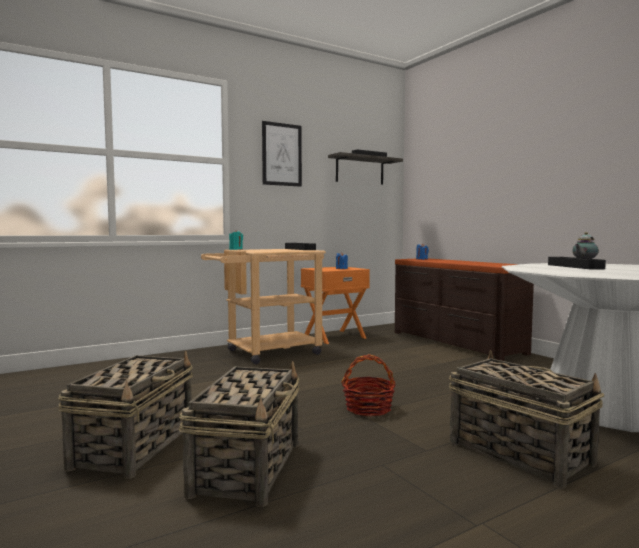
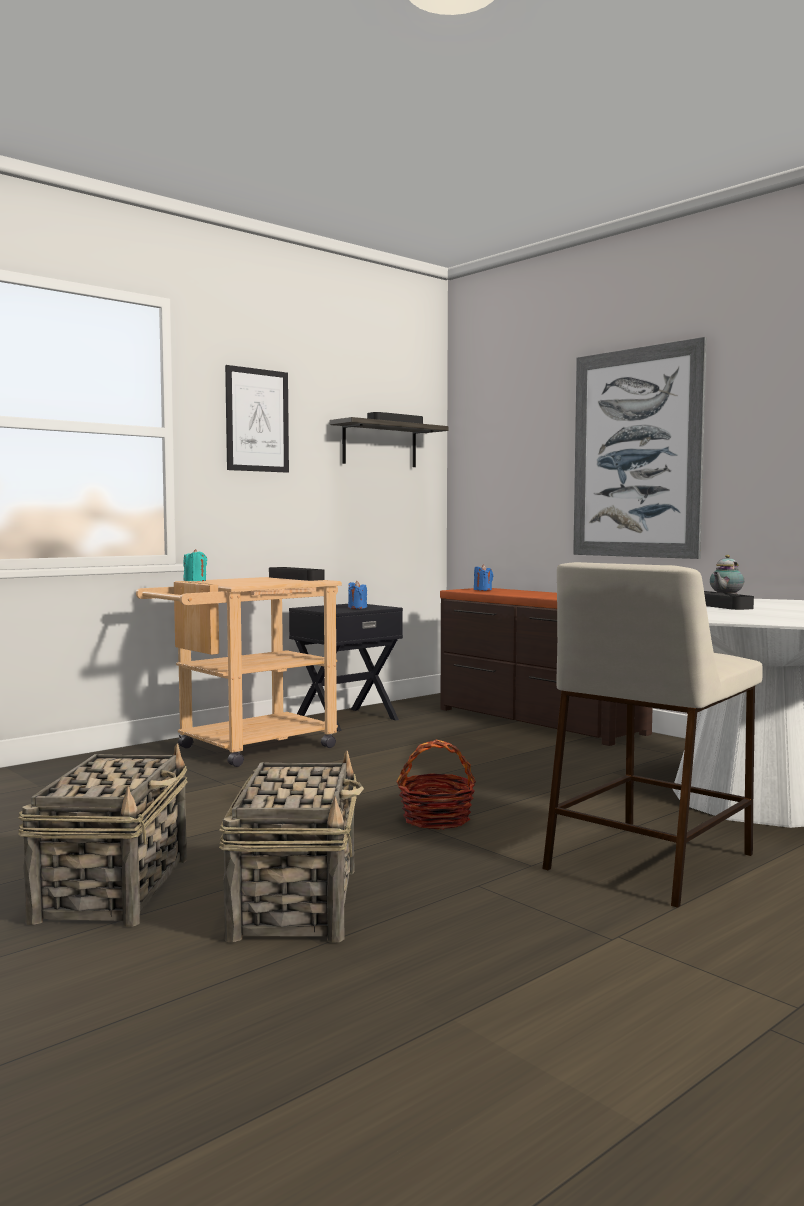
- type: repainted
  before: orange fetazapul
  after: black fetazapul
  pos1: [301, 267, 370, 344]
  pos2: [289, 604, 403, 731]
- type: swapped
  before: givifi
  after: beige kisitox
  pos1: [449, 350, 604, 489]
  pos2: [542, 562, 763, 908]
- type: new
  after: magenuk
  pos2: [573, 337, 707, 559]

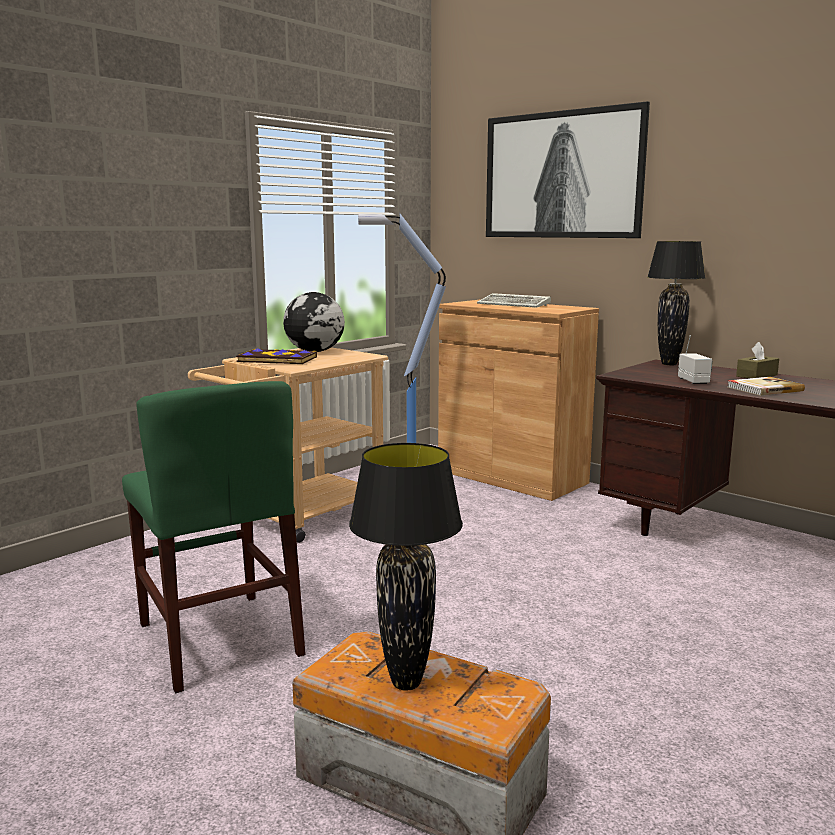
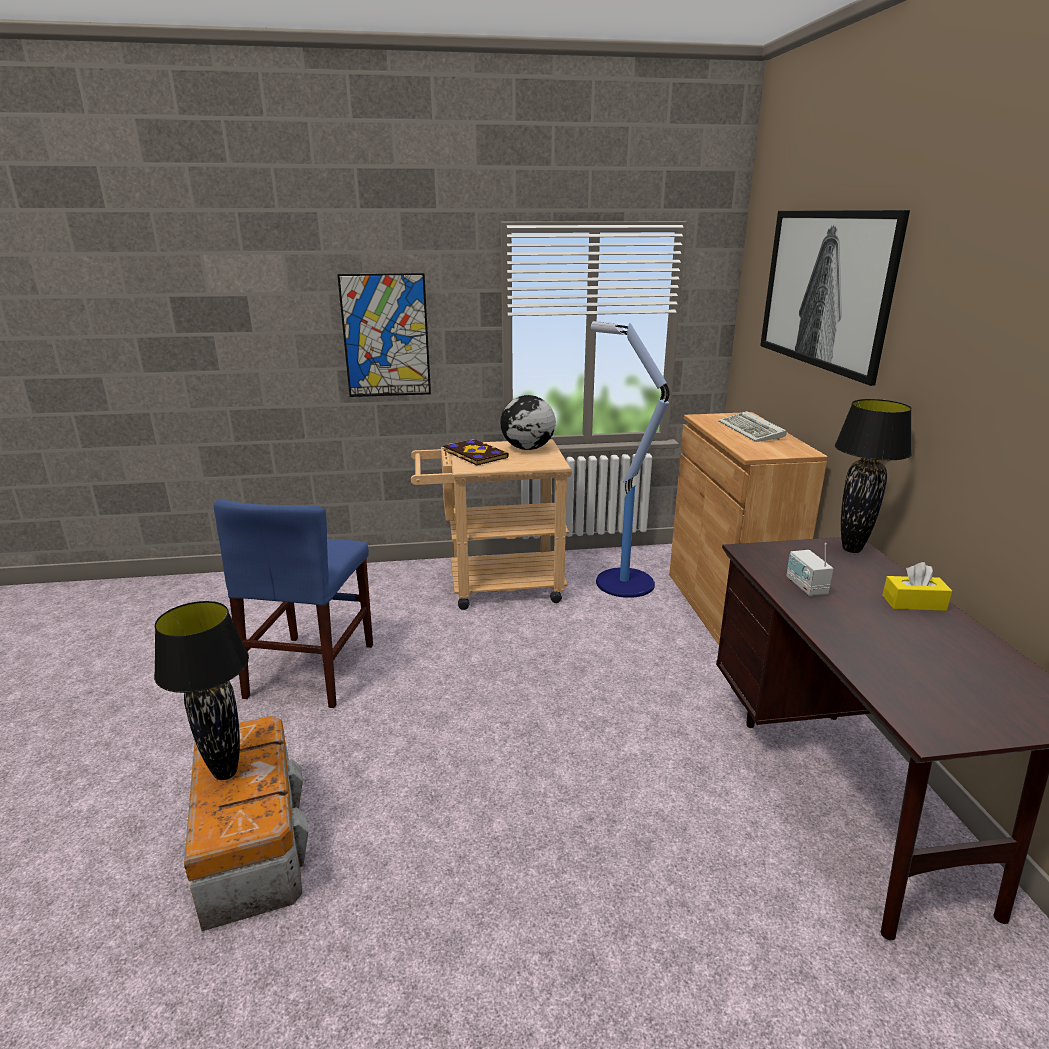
- type: repainted
  before: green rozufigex
  after: blue rozufigex
  pos1: [122, 381, 306, 693]
  pos2: [214, 499, 373, 708]
- type: rotated
  before: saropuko
  pos1: [678, 335, 712, 384]
  pos2: [786, 543, 834, 596]
  turn: 135
- type: gone
  before: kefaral
  pos1: [728, 377, 805, 396]
- type: repainted
  before: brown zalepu
  after: yellow zalepu
  pos1: [736, 342, 779, 379]
  pos2: [882, 562, 952, 611]
- type: new
  after: magenuk
  pos2: [337, 273, 431, 397]

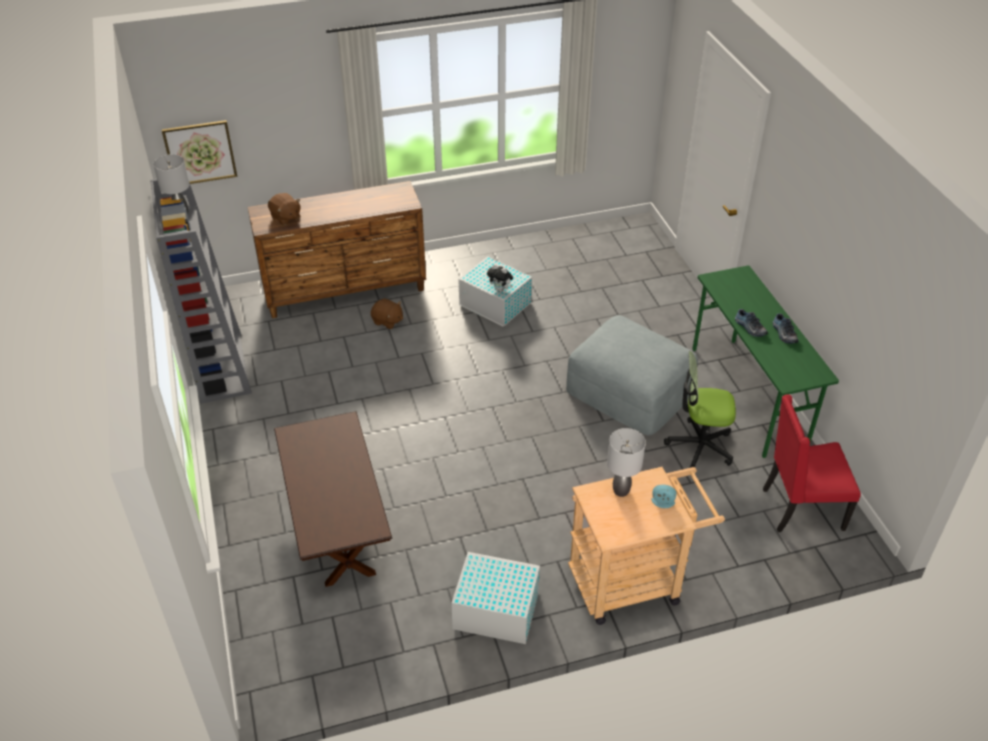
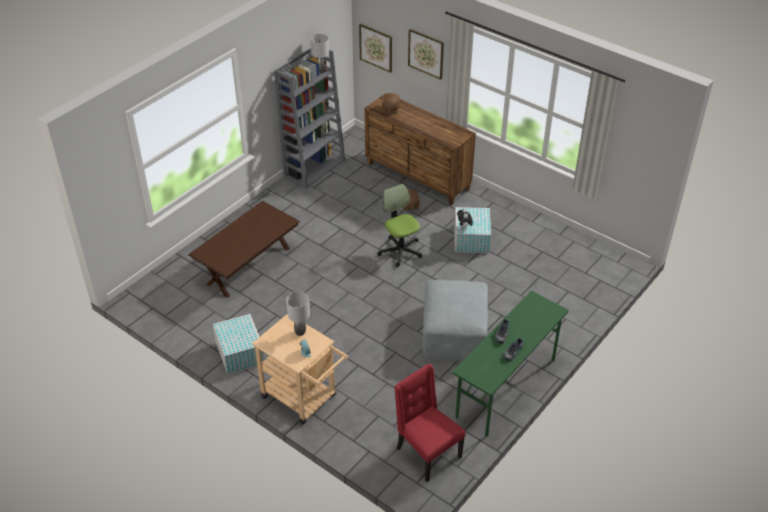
- type: shifted
  before: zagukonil
  pos1: [664, 351, 736, 468]
  pos2: [377, 184, 422, 267]
- type: new
  after: magenuk
  pos2: [408, 29, 444, 80]

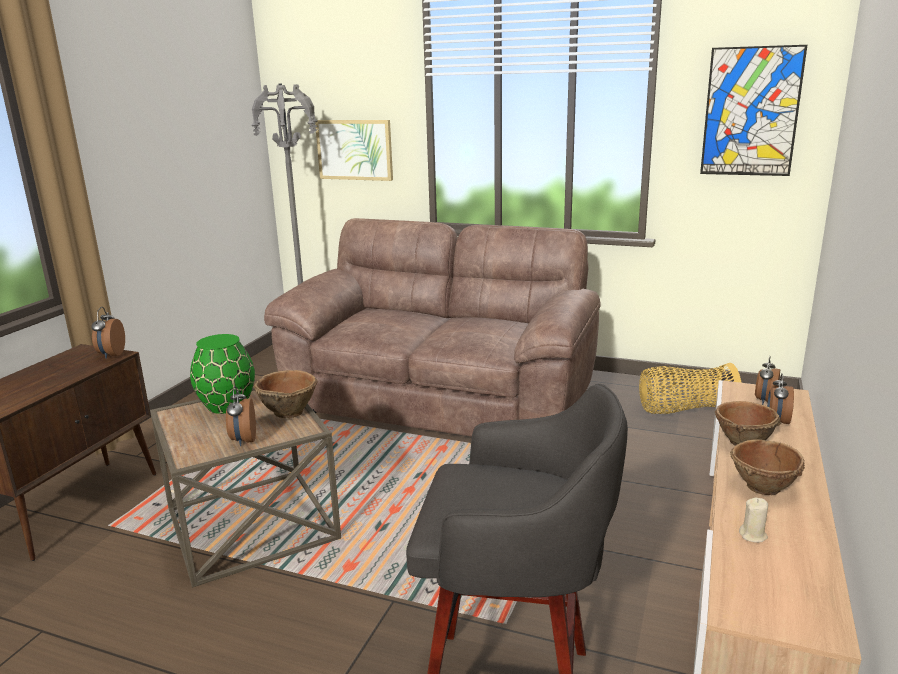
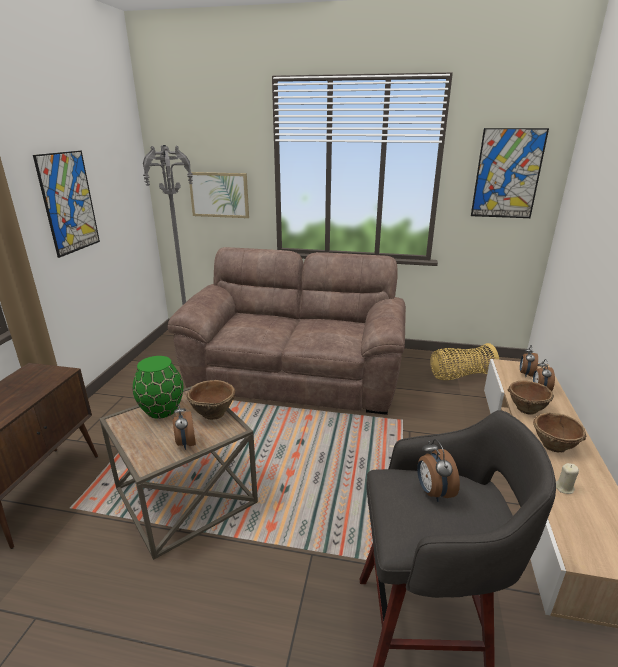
- type: shifted
  before: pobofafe
  pos1: [91, 307, 125, 359]
  pos2: [417, 439, 460, 502]
- type: new
  after: magenuk
  pos2: [33, 151, 100, 258]

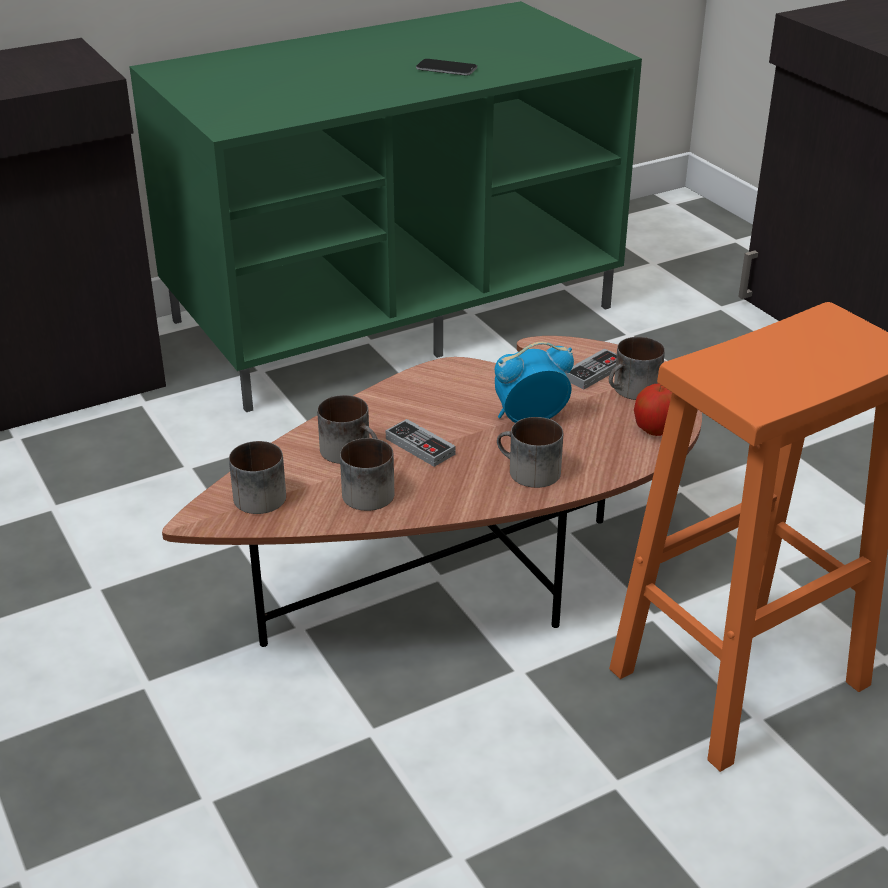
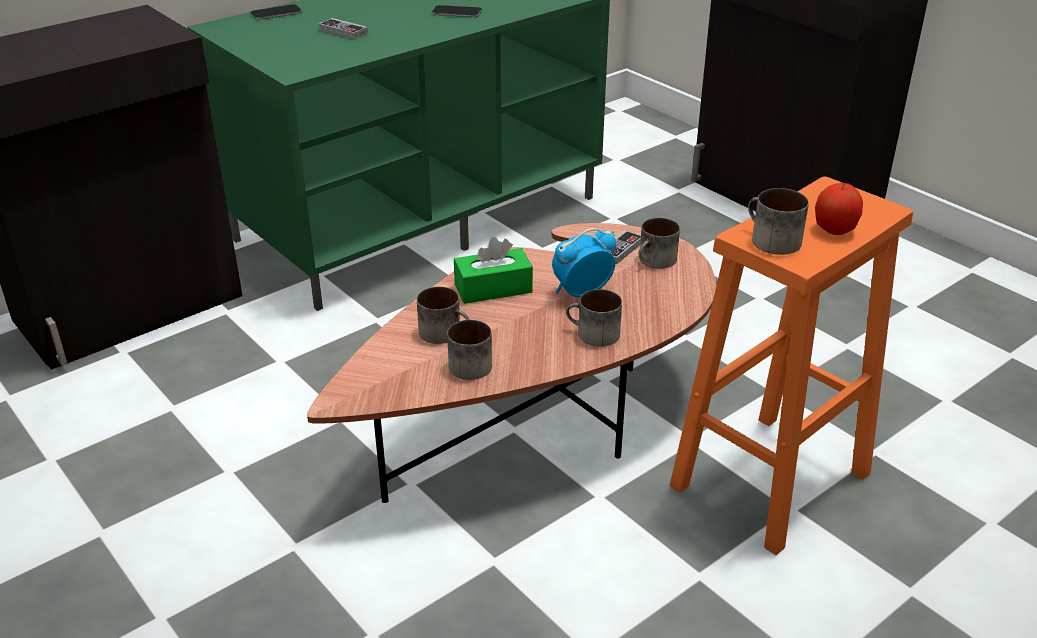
- type: shifted
  before: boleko
  pos1: [229, 441, 286, 514]
  pos2: [748, 188, 809, 255]
- type: shifted
  before: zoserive
  pos1: [386, 419, 456, 467]
  pos2: [319, 18, 368, 40]
- type: shifted
  before: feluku
  pos1: [634, 383, 672, 436]
  pos2: [815, 183, 863, 235]
- type: new
  after: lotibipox
  pos2: [251, 4, 302, 20]
- type: new
  after: green zalepu
  pos2: [454, 237, 533, 304]

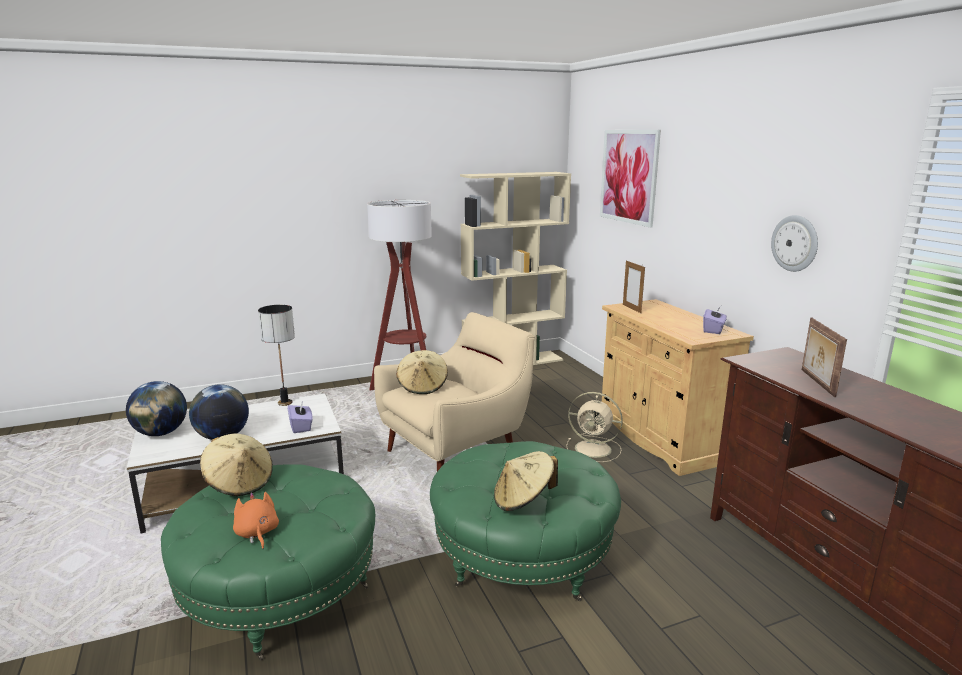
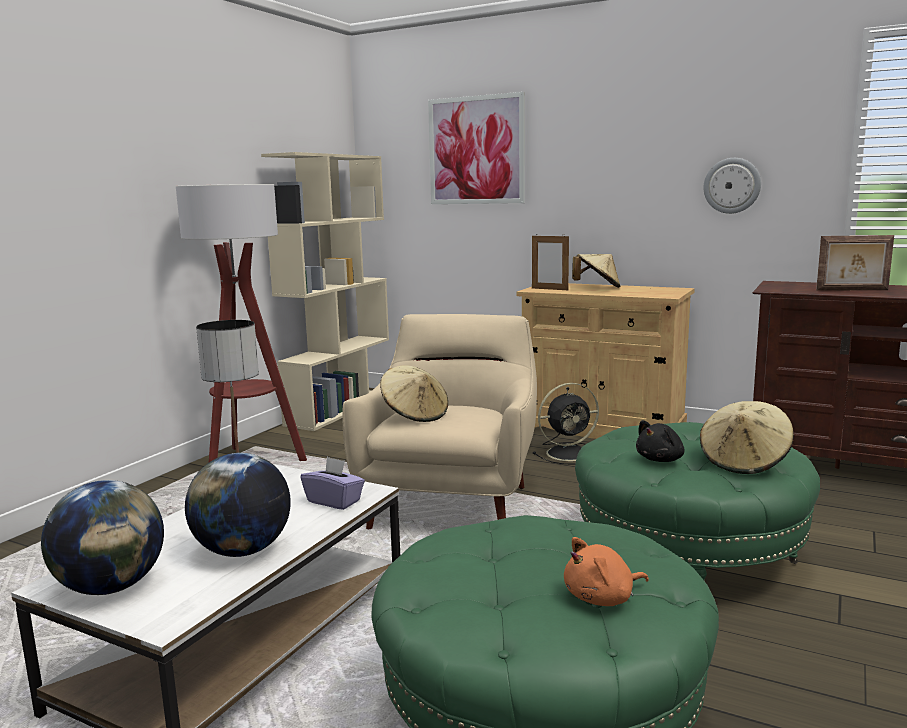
- type: shifted
  before: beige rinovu
  pos1: [200, 433, 273, 496]
  pos2: [572, 254, 620, 288]
- type: rotated
  before: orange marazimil
  pos1: [233, 492, 279, 549]
  pos2: [564, 537, 649, 606]
  turn: -45
- type: repainted
  before: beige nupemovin
  after: black nupemovin
  pos1: [566, 392, 623, 462]
  pos2: [532, 383, 599, 464]
- type: gone
  before: purple zalepu
  pos1: [703, 306, 727, 334]
- type: rotated
  before: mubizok
  pos1: [802, 317, 847, 397]
  pos2: [816, 235, 894, 291]
  turn: -45
- type: new
  after: black marazimil
  pos2: [636, 420, 685, 462]

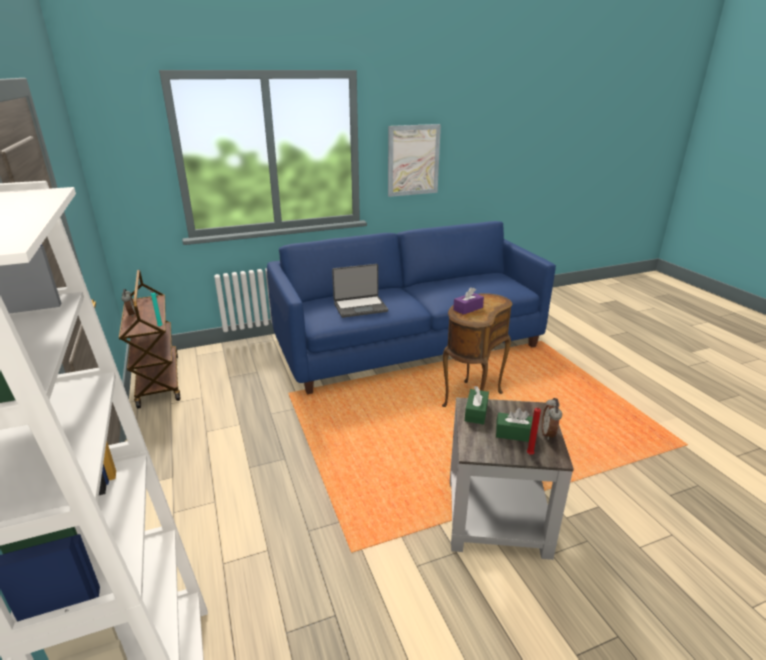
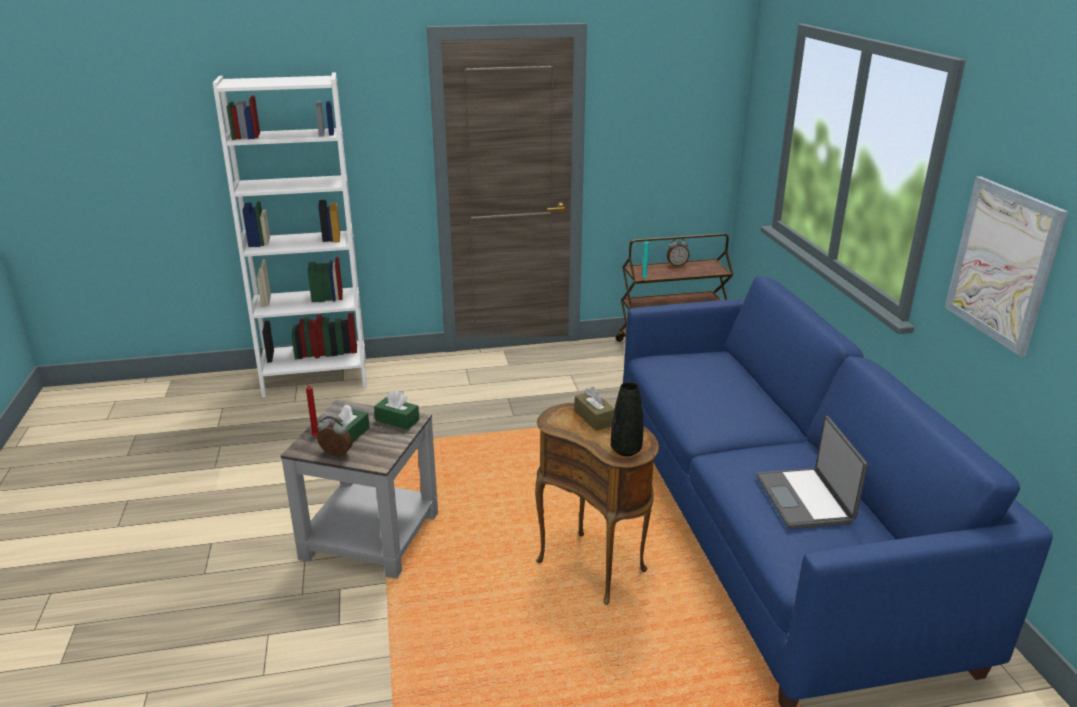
- type: shifted
  before: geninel
  pos1: [332, 264, 388, 318]
  pos2: [756, 416, 868, 529]
- type: repainted
  before: purple zalepu
  after: brown zalepu
  pos1: [453, 287, 484, 315]
  pos2: [575, 387, 614, 431]
- type: new
  after: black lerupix
  pos2: [611, 382, 643, 456]

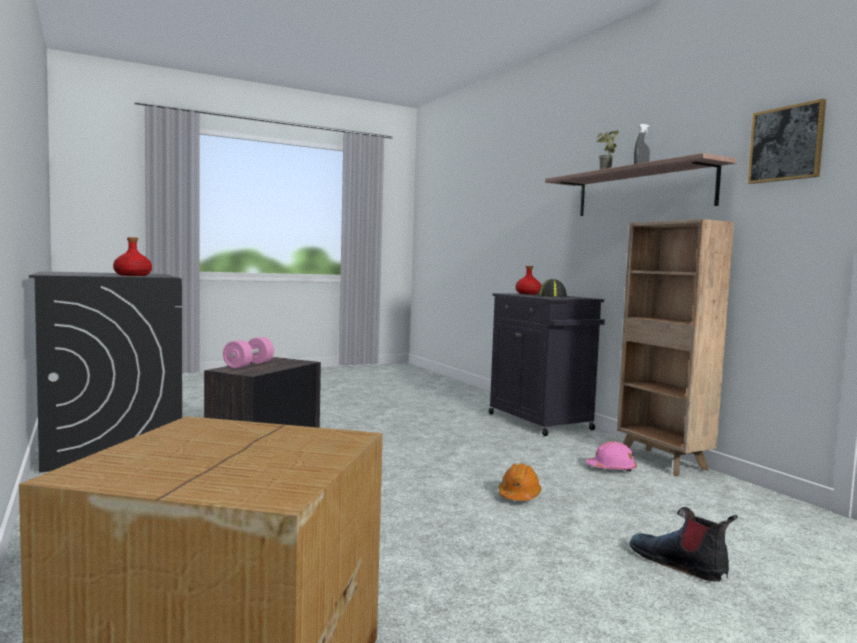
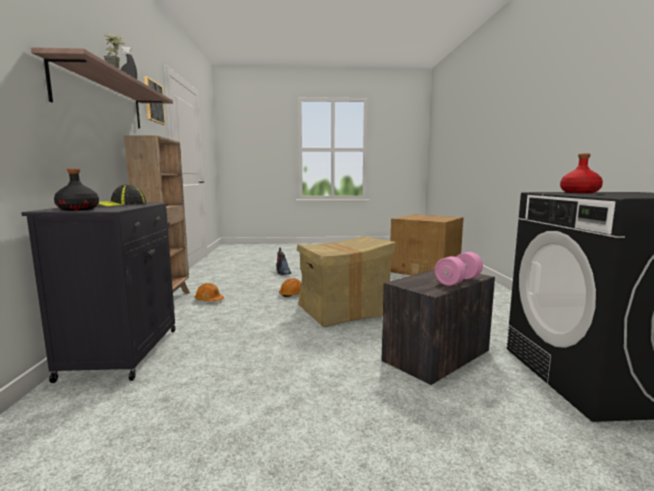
- type: repainted
  before: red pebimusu
  after: black pebimusu
  pos1: [516, 266, 541, 294]
  pos2: [54, 168, 99, 211]
- type: repainted
  before: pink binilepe
  after: orange binilepe
  pos1: [586, 441, 637, 472]
  pos2: [195, 283, 224, 301]
- type: new
  after: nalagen
  pos2: [297, 236, 396, 327]

